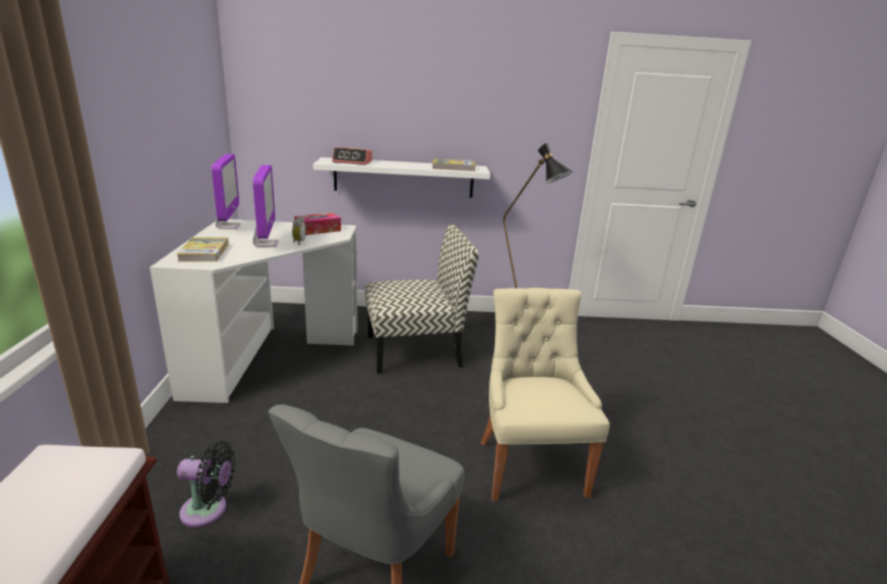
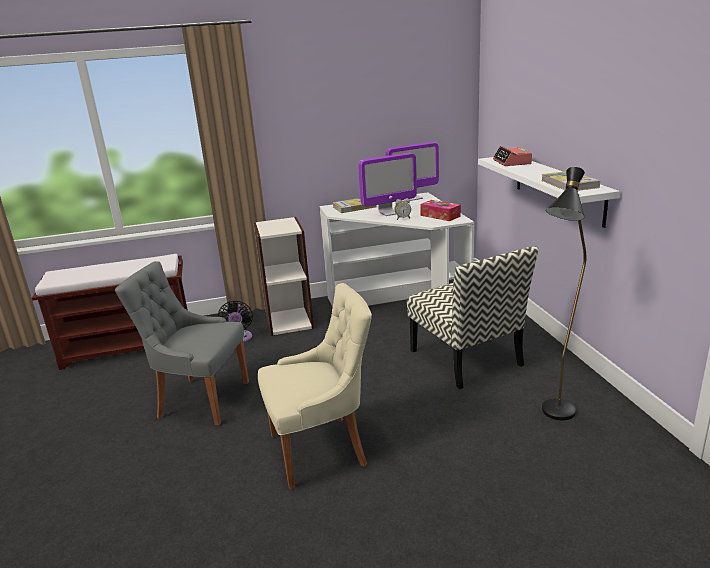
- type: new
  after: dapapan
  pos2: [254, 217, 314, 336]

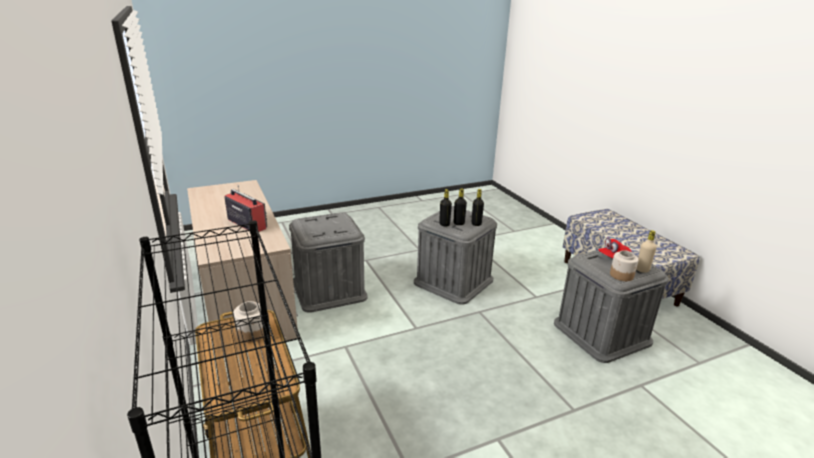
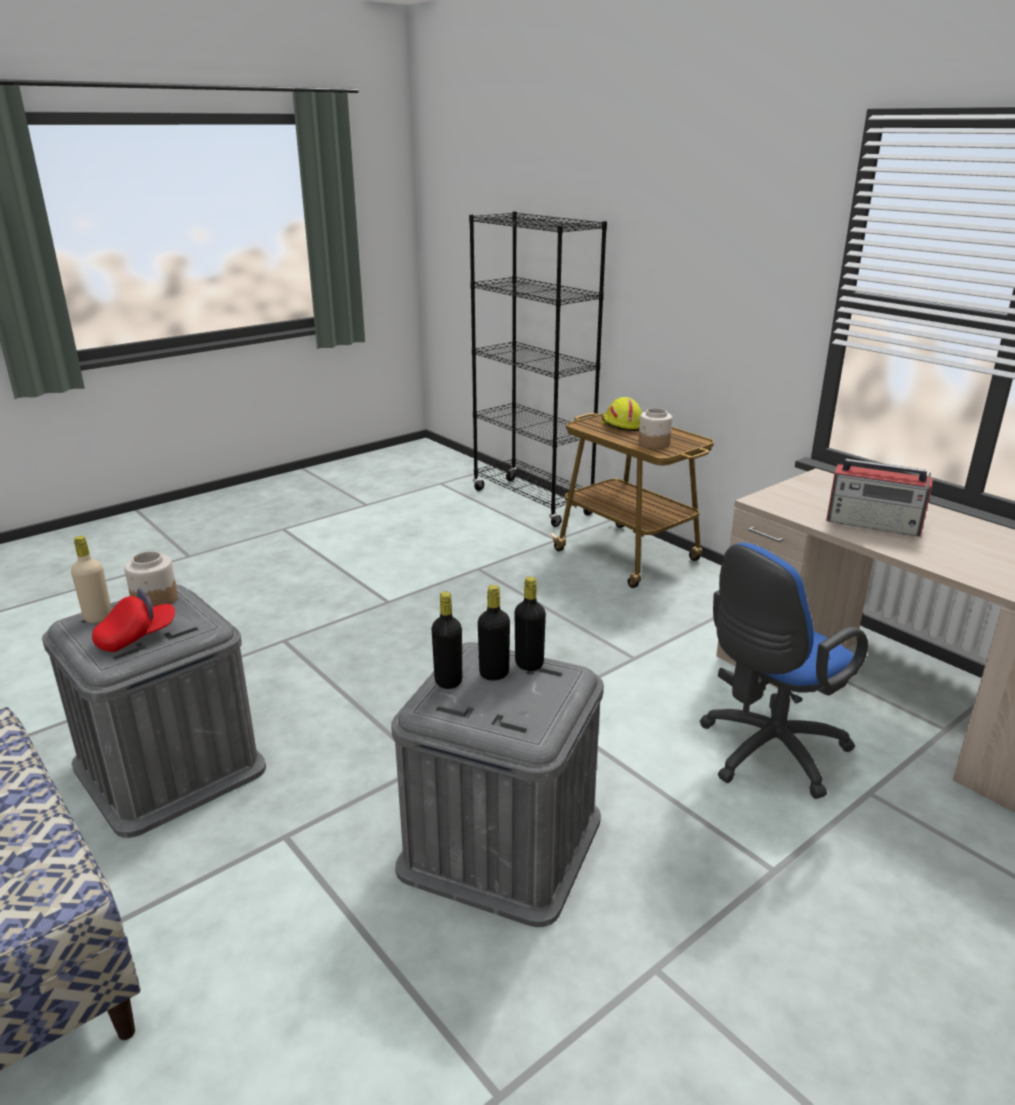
- type: swapped
  before: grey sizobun
  after: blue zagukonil
  pos1: [289, 212, 368, 313]
  pos2: [700, 543, 868, 799]
- type: new
  after: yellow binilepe
  pos2: [600, 397, 642, 431]

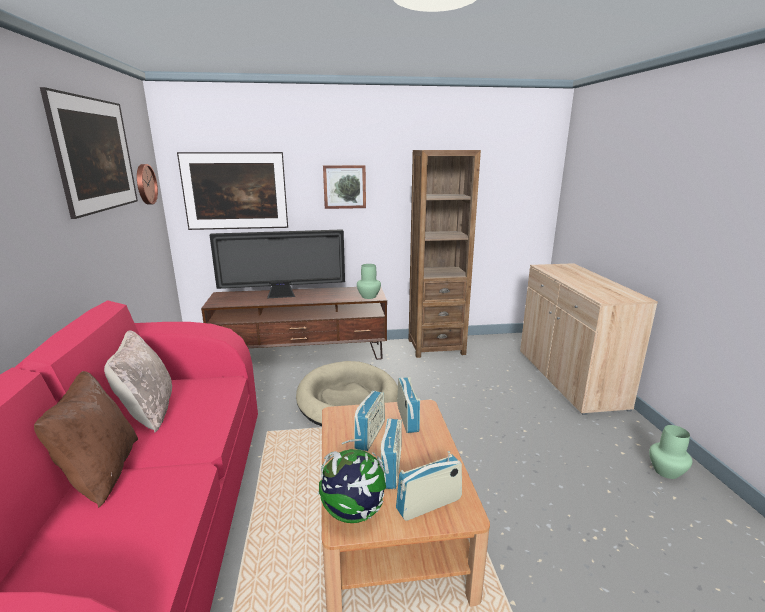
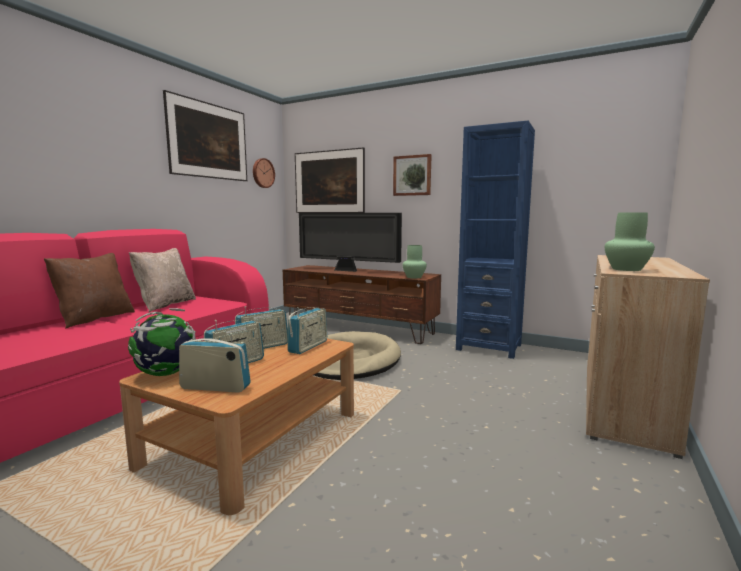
- type: repainted
  before: brown dapapan
  after: blue dapapan
  pos1: [409, 150, 481, 358]
  pos2: [456, 120, 535, 359]
- type: shifted
  before: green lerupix
  pos1: [649, 425, 692, 479]
  pos2: [605, 213, 655, 271]

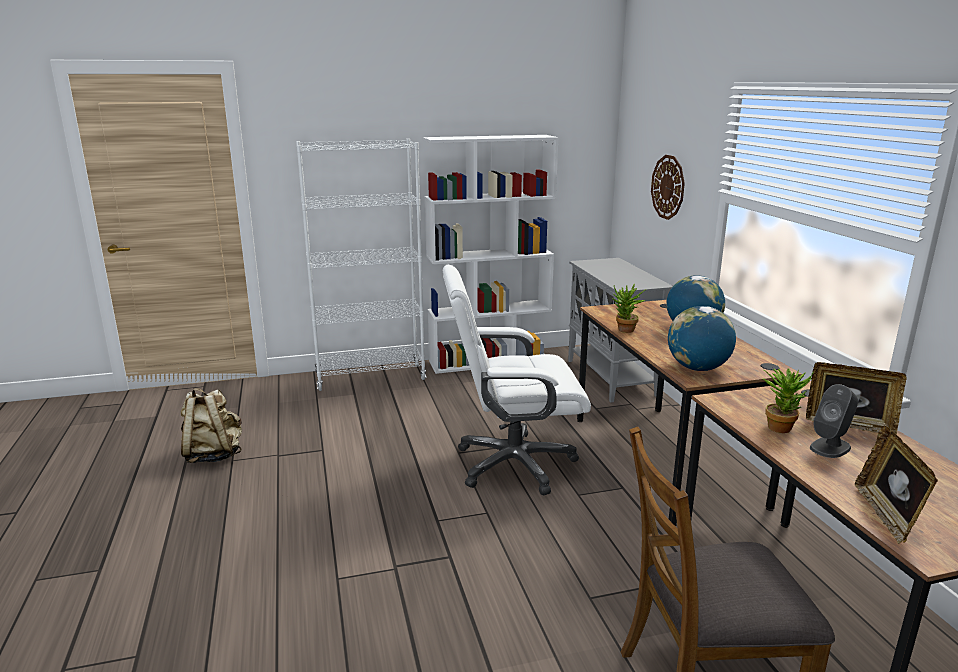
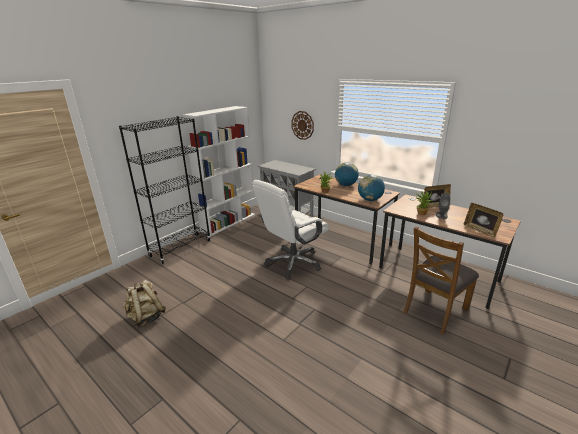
- type: repainted
  before: white dapapan
  after: black dapapan
  pos1: [296, 139, 426, 391]
  pos2: [119, 116, 211, 264]

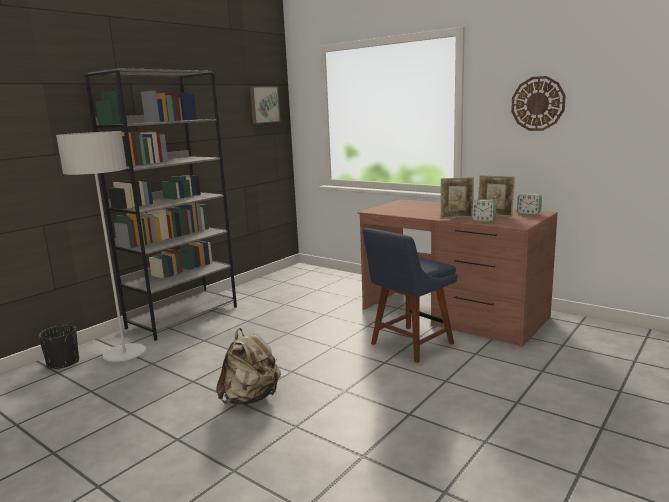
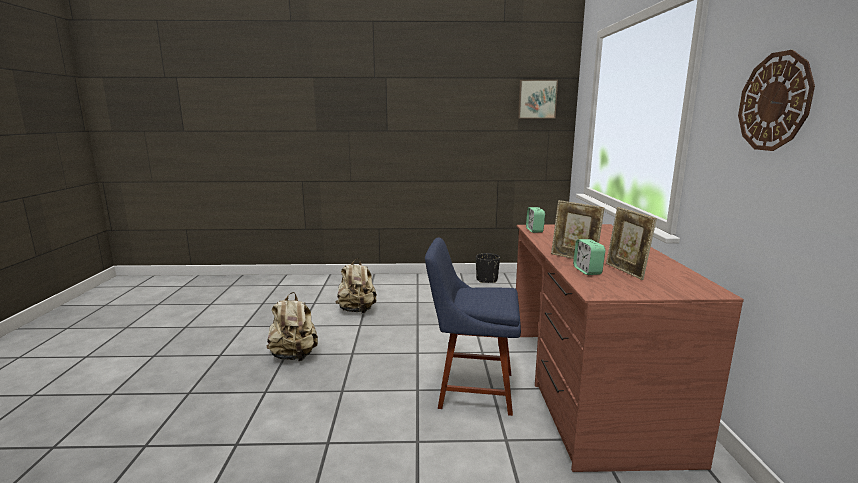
- type: shifted
  before: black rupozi
  pos1: [38, 325, 79, 370]
  pos2: [476, 253, 500, 283]
- type: gone
  before: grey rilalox
  pos1: [56, 131, 146, 362]
- type: gone
  before: grey dapapan
  pos1: [85, 68, 237, 341]
- type: shifted
  before: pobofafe
  pos1: [517, 193, 542, 215]
  pos2: [526, 207, 545, 233]
- type: new
  after: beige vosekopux
  pos2: [335, 258, 377, 313]

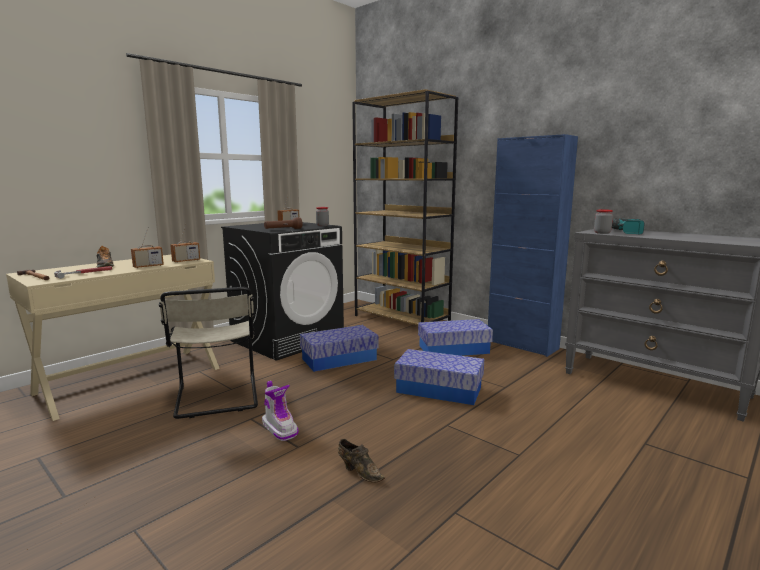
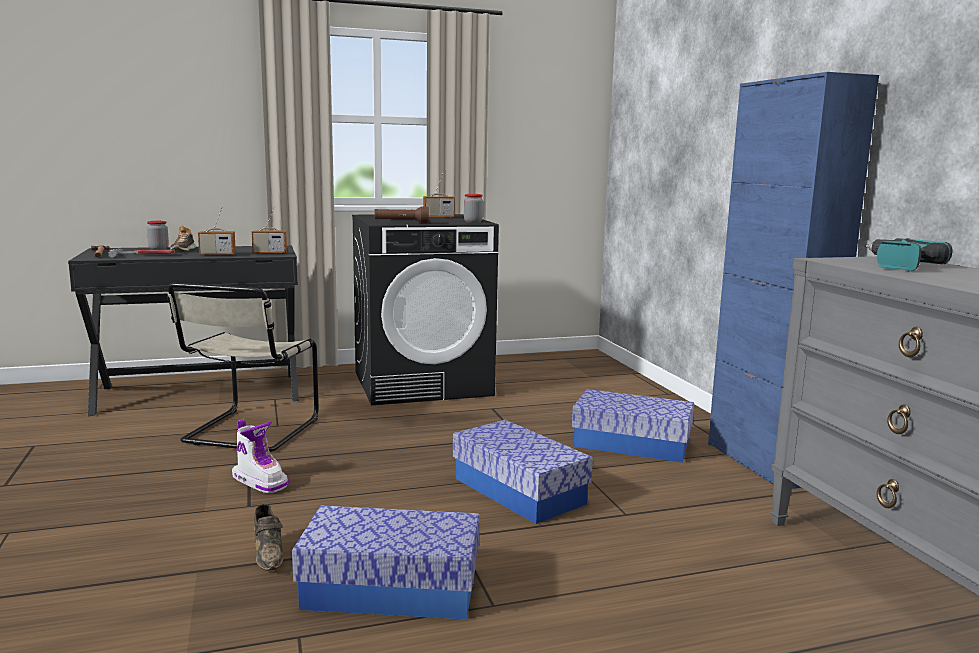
- type: repainted
  before: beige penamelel
  after: black penamelel
  pos1: [6, 255, 220, 421]
  pos2: [68, 245, 299, 416]
- type: rotated
  before: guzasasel
  pos1: [262, 381, 298, 441]
  pos2: [232, 419, 289, 494]
  turn: -45
- type: shifted
  before: sizobun
  pos1: [300, 325, 378, 372]
  pos2: [292, 505, 480, 620]
- type: gone
  before: brown dapapan
  pos1: [352, 89, 458, 325]
- type: shifted
  before: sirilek
  pos1: [594, 209, 613, 234]
  pos2: [147, 221, 169, 250]

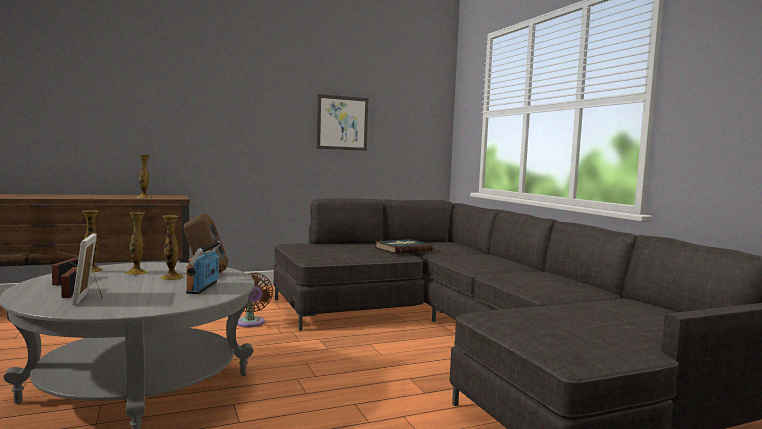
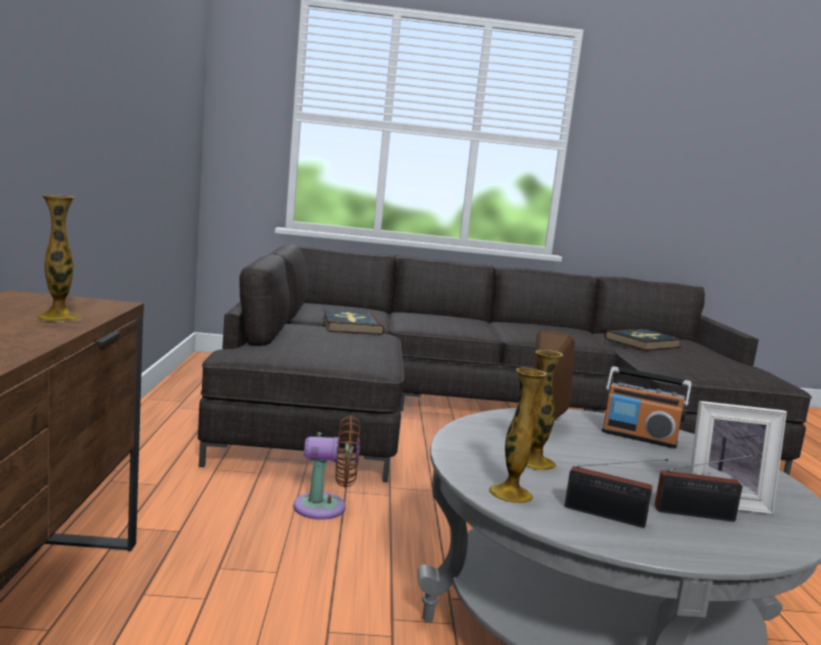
- type: gone
  before: lerupix
  pos1: [160, 215, 183, 280]
- type: gone
  before: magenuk
  pos1: [316, 94, 369, 151]
- type: new
  after: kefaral
  pos2: [604, 329, 682, 351]

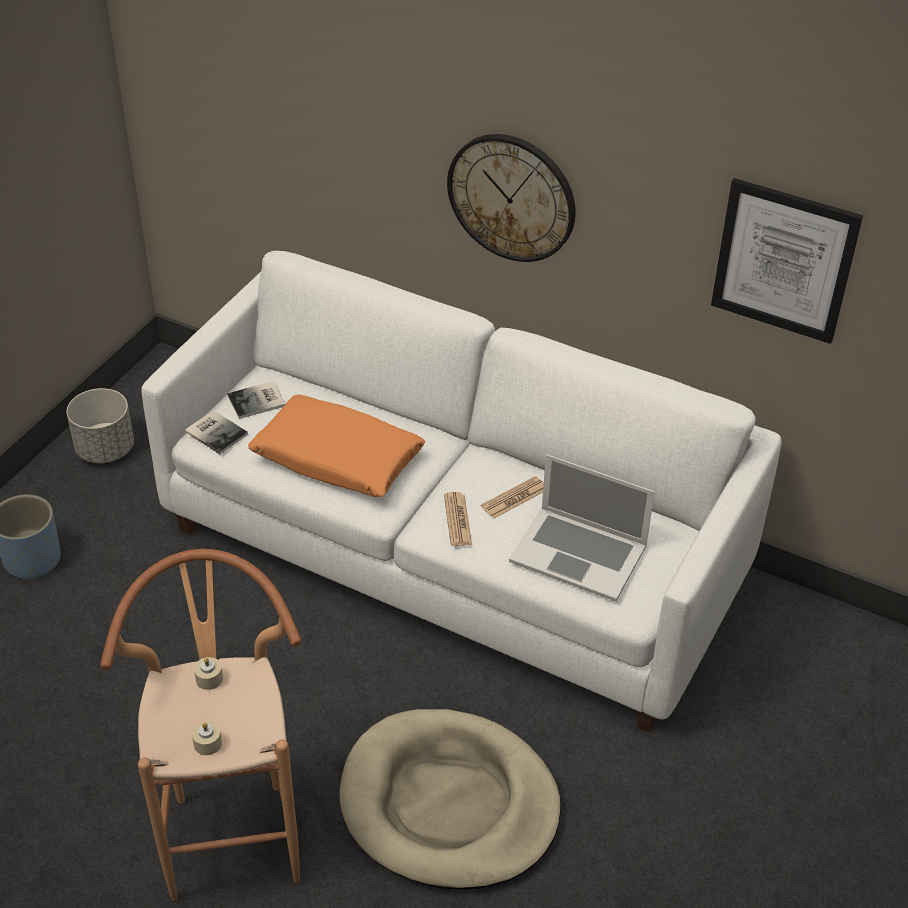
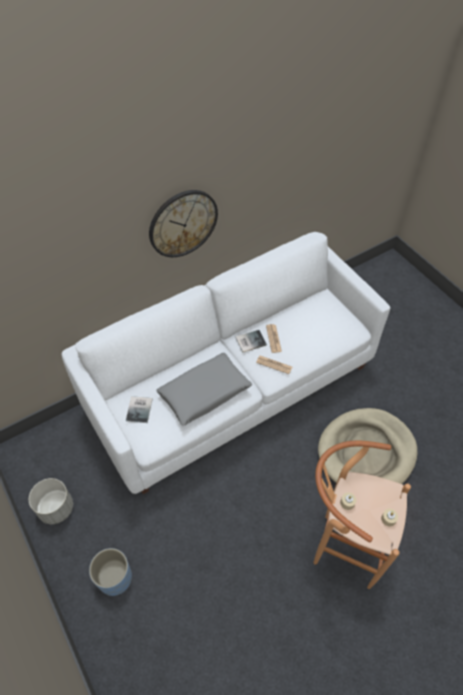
- type: shifted
  before: kefaral
  pos1: [185, 410, 248, 454]
  pos2: [235, 330, 267, 353]
- type: repainted
  before: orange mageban
  after: grey mageban
  pos1: [248, 395, 425, 497]
  pos2: [156, 353, 252, 426]
- type: gone
  before: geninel
  pos1: [509, 454, 655, 602]
- type: gone
  before: magenuk
  pos1: [711, 178, 863, 344]

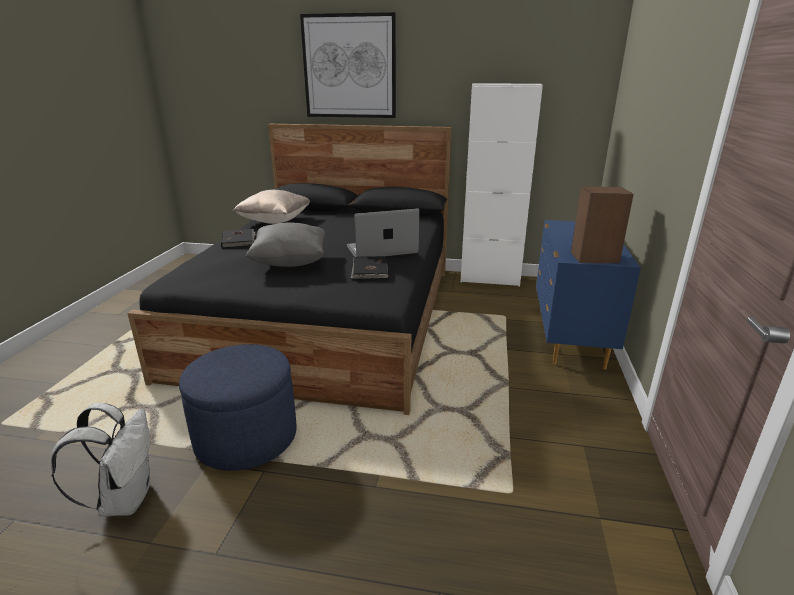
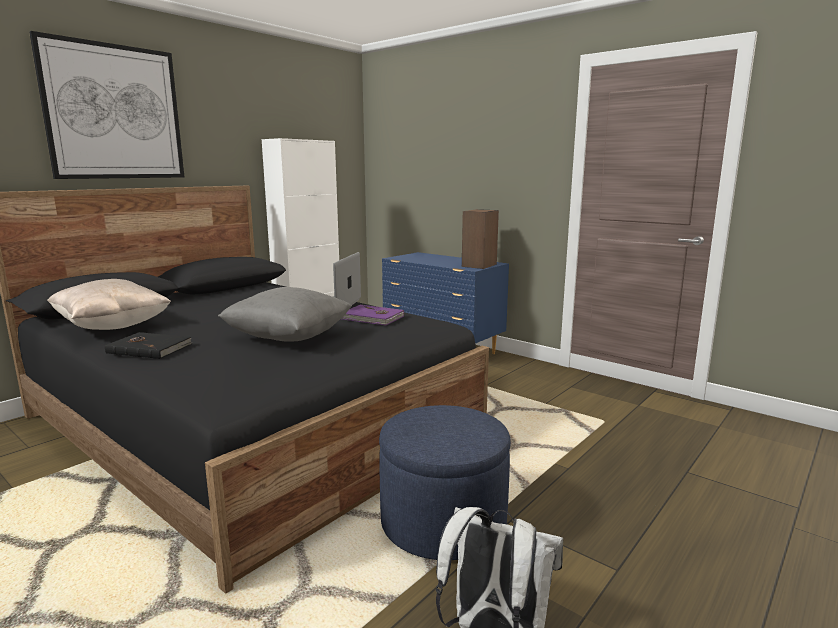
- type: repainted
  before: black kefaral
  after: purple kefaral
  pos1: [351, 256, 389, 280]
  pos2: [341, 305, 404, 326]

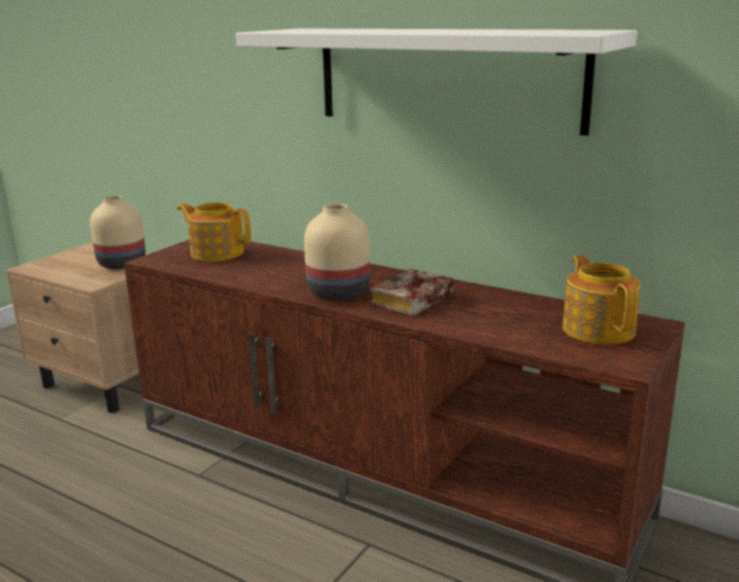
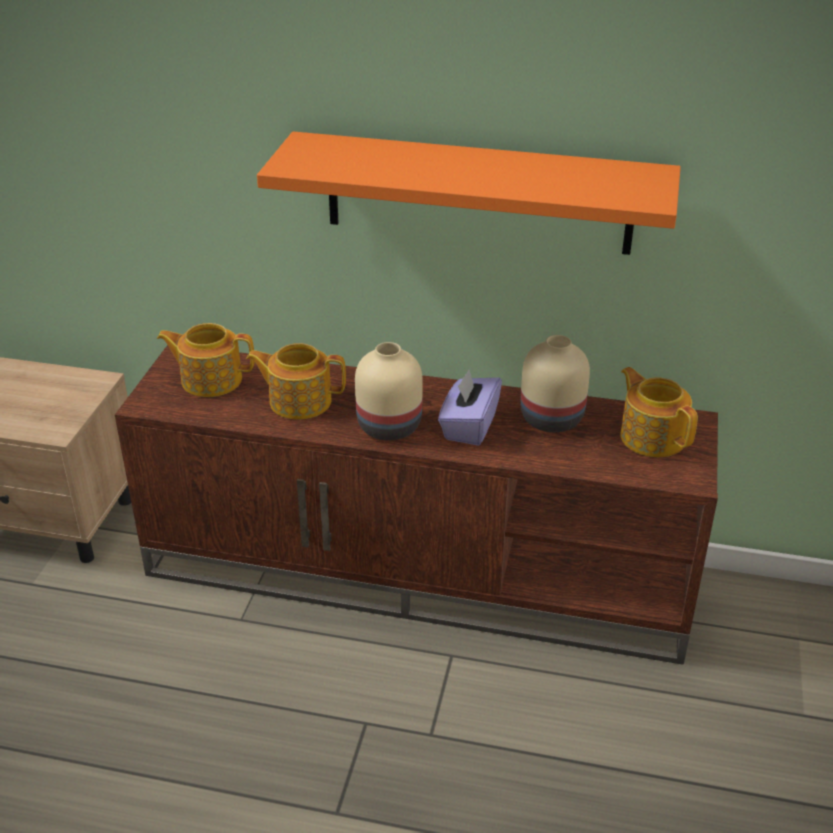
- type: shifted
  before: beige lerupix
  pos1: [90, 196, 145, 269]
  pos2: [520, 335, 590, 432]
- type: repainted
  before: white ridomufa
  after: orange ridomufa
  pos1: [236, 29, 638, 136]
  pos2: [257, 131, 681, 255]
- type: swapped
  before: kefaral
  after: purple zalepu
  pos1: [370, 269, 454, 316]
  pos2: [438, 369, 502, 446]
- type: new
  after: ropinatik
  pos2: [246, 343, 346, 419]

